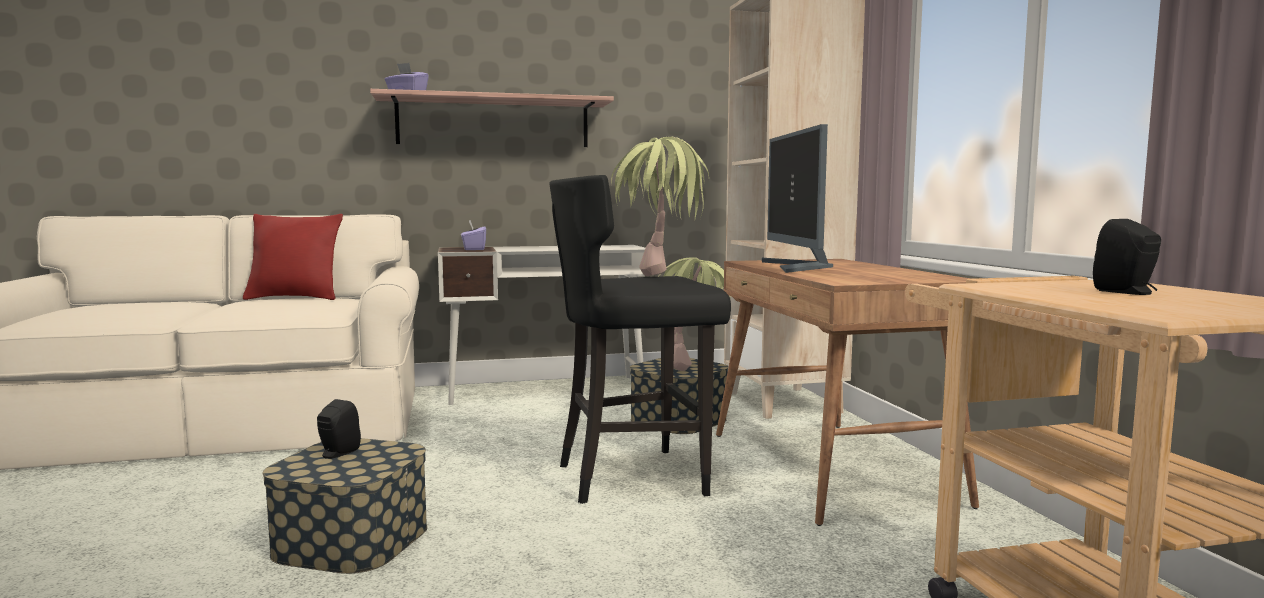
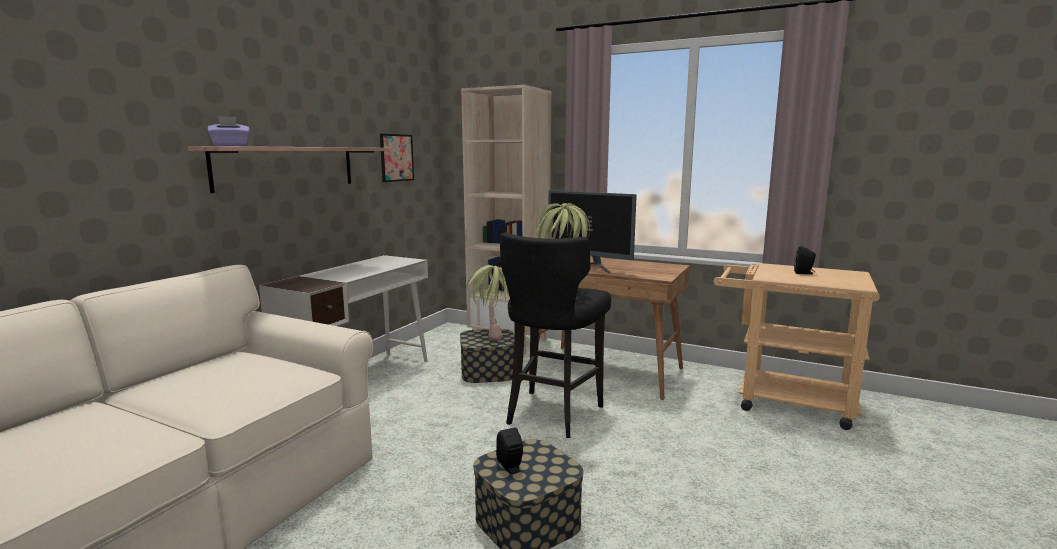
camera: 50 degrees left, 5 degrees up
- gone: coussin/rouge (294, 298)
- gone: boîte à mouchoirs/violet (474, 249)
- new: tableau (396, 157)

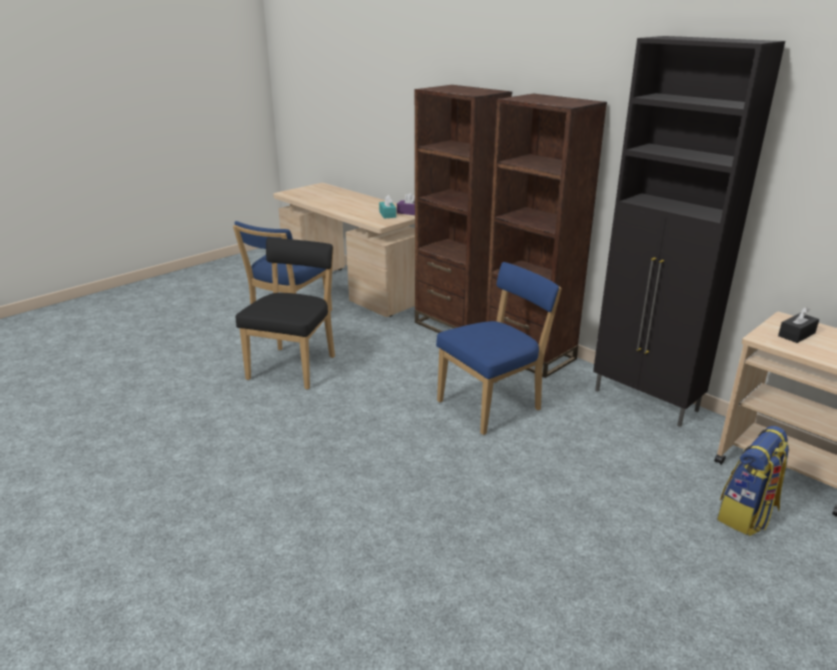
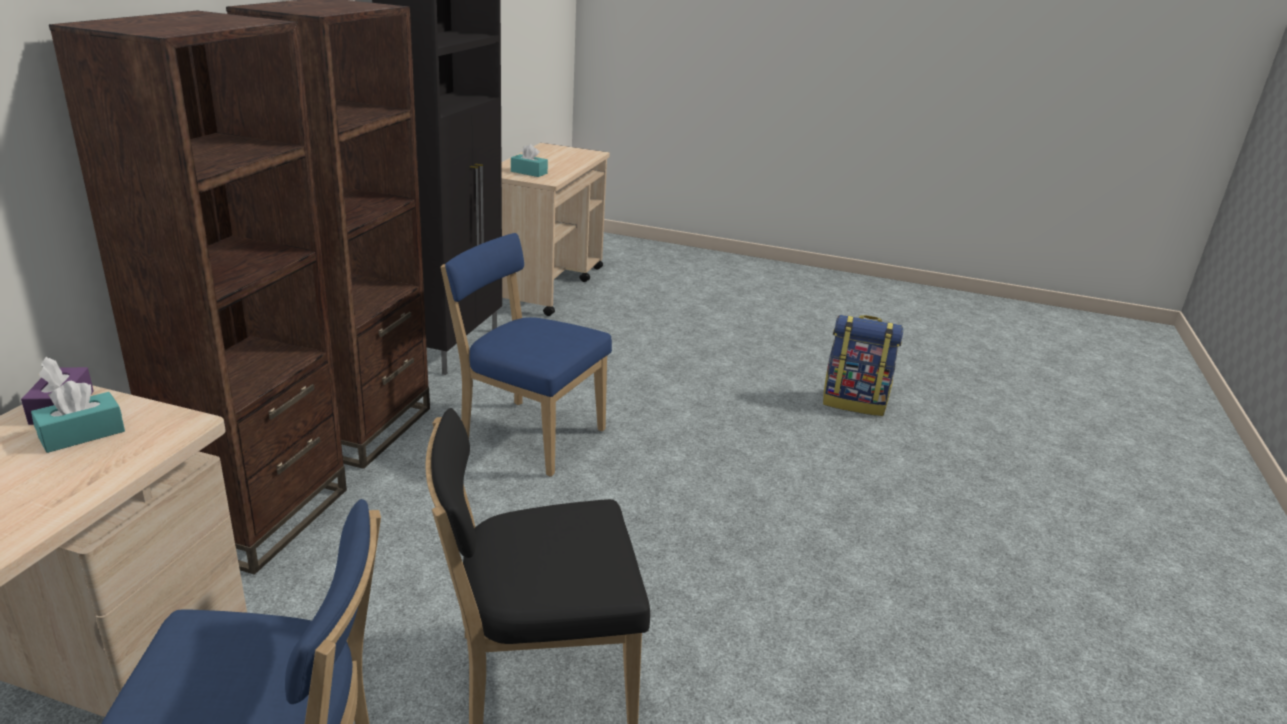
camera: 120 degrees left, 0 degrees up
- shifted: sac à dos (747, 515) to (854, 402)
- repainted: boîte à mouchoirs/noir (796, 334) to boîte à mouchoirs/turquoise (529, 172)

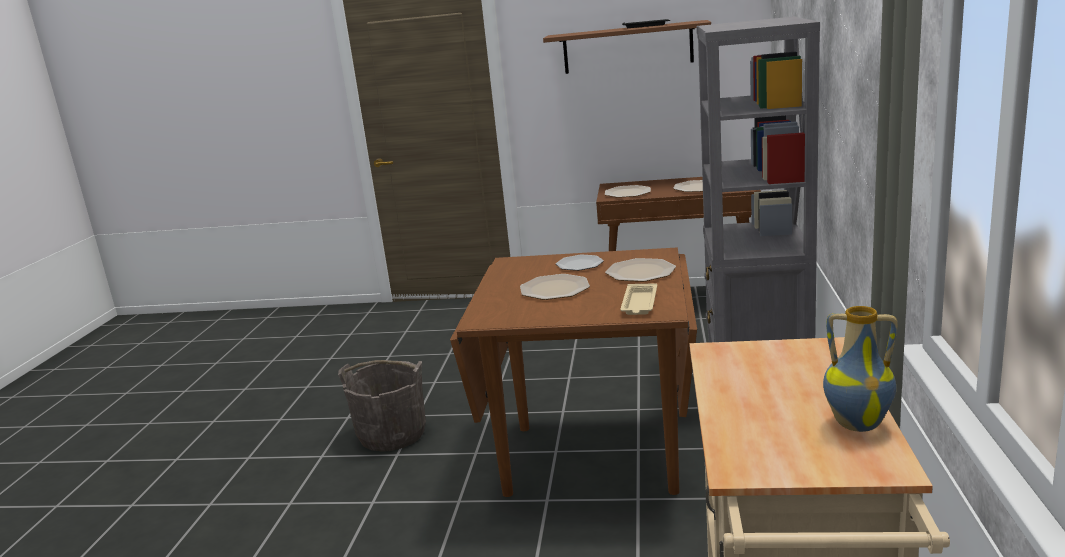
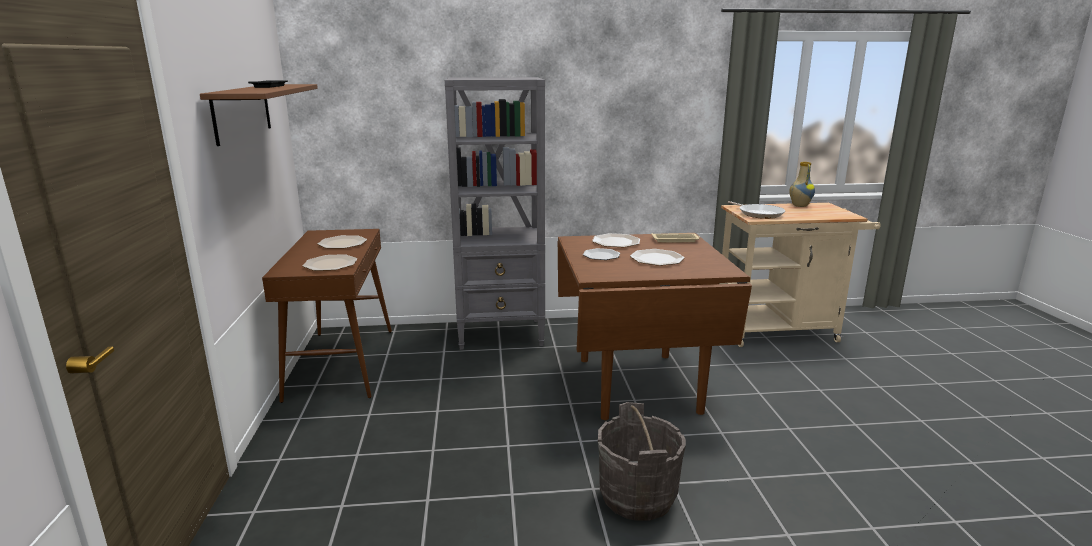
camera: 105 degrees left, 0 degrees up
- new: poêle (759, 214)

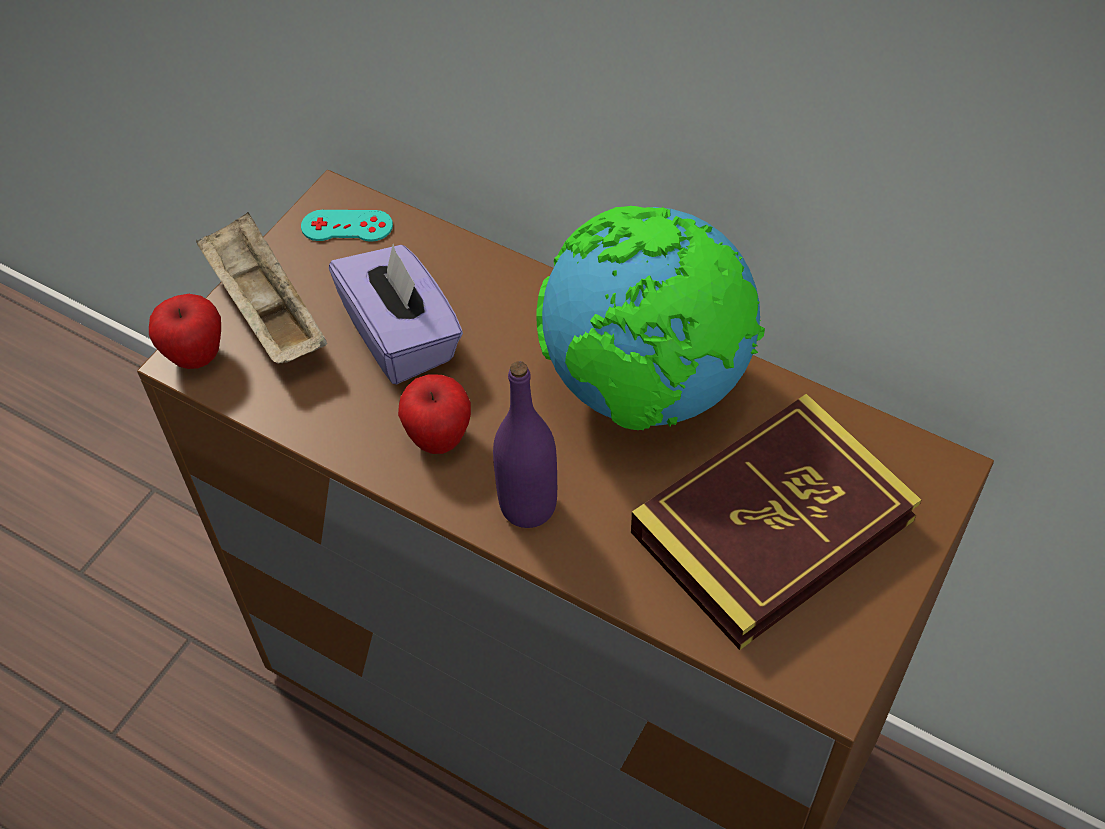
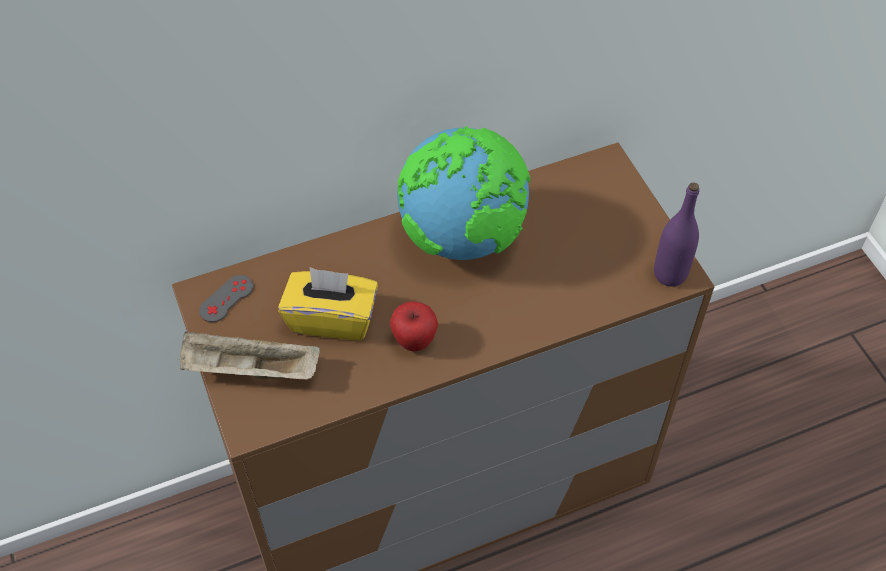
camera: 55 degrees left, 0 degrees up
- gone: pomme (196, 356)
- gone: livre (772, 526)
- shifted: bouteille/violet (528, 506) to (670, 274)
- repainted: manette/turquoise (347, 226) to manette/gris (226, 299)
- repainted: boîte à mouchoirs/violet (402, 337) to boîte à mouchoirs/jaune (332, 318)

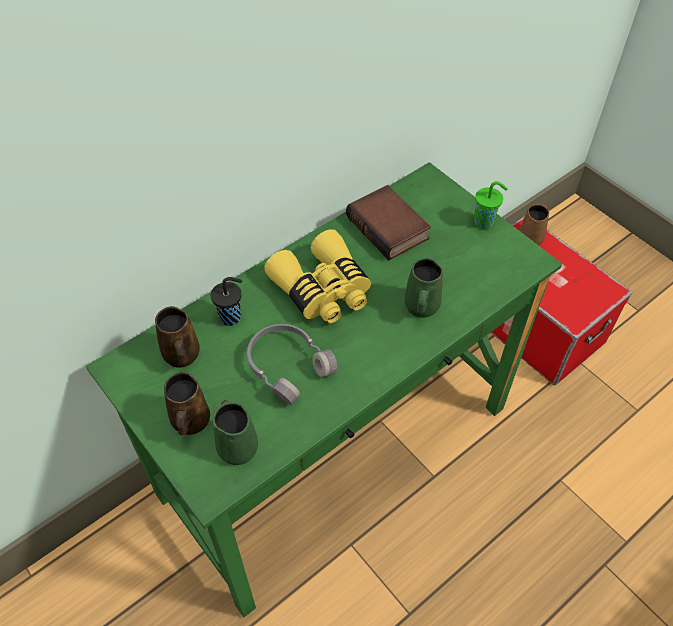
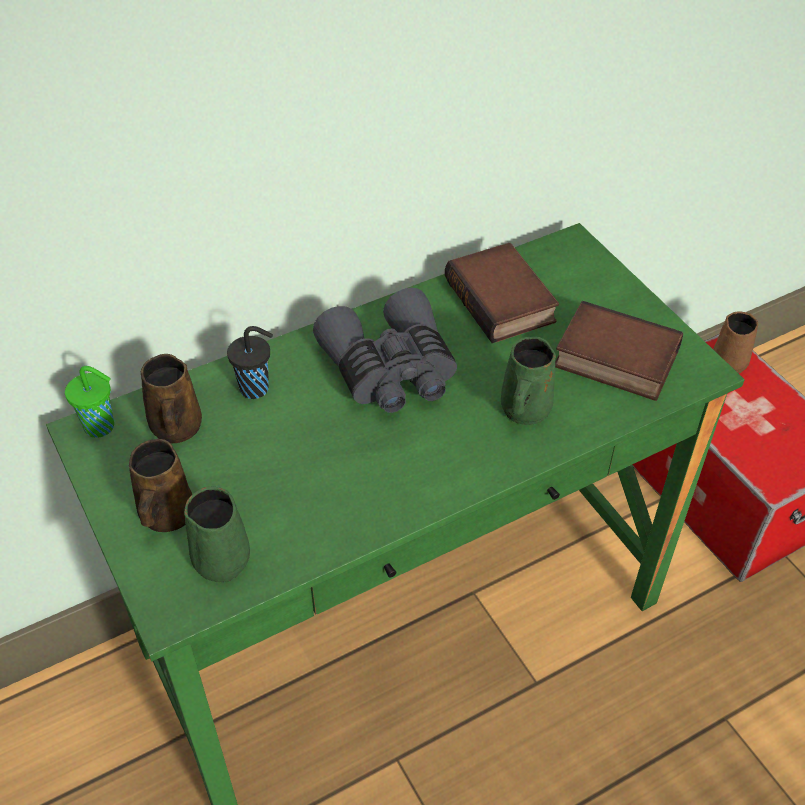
camera: 10 degrees right, 5 degrees down
- gone: casque audio/gris (288, 365)
- new: livre (613, 360)
- shifted: tasse/vert (485, 222) to (101, 427)
- repainted: jumelles/jaune (323, 290) to jumelles/gris (391, 370)

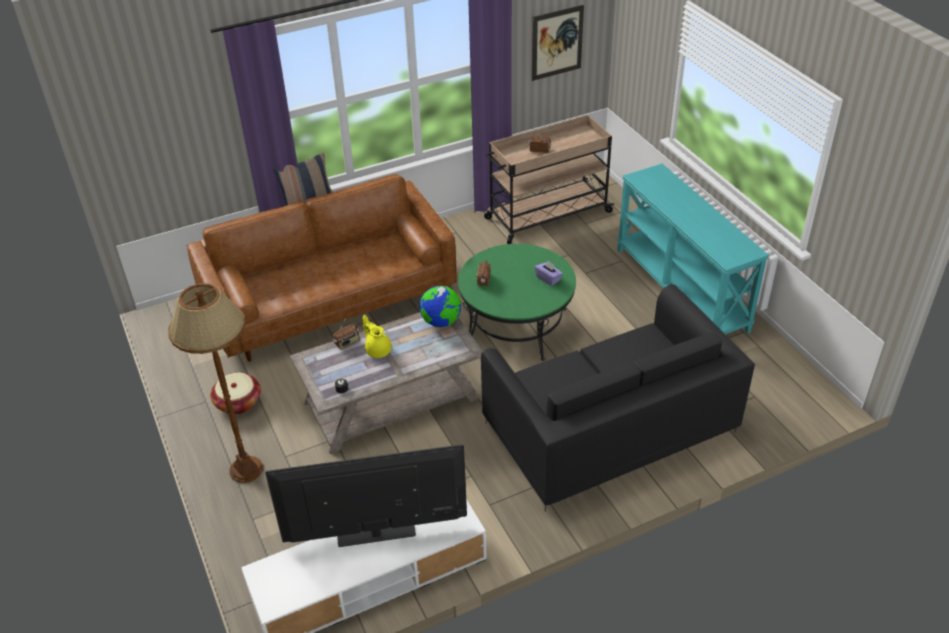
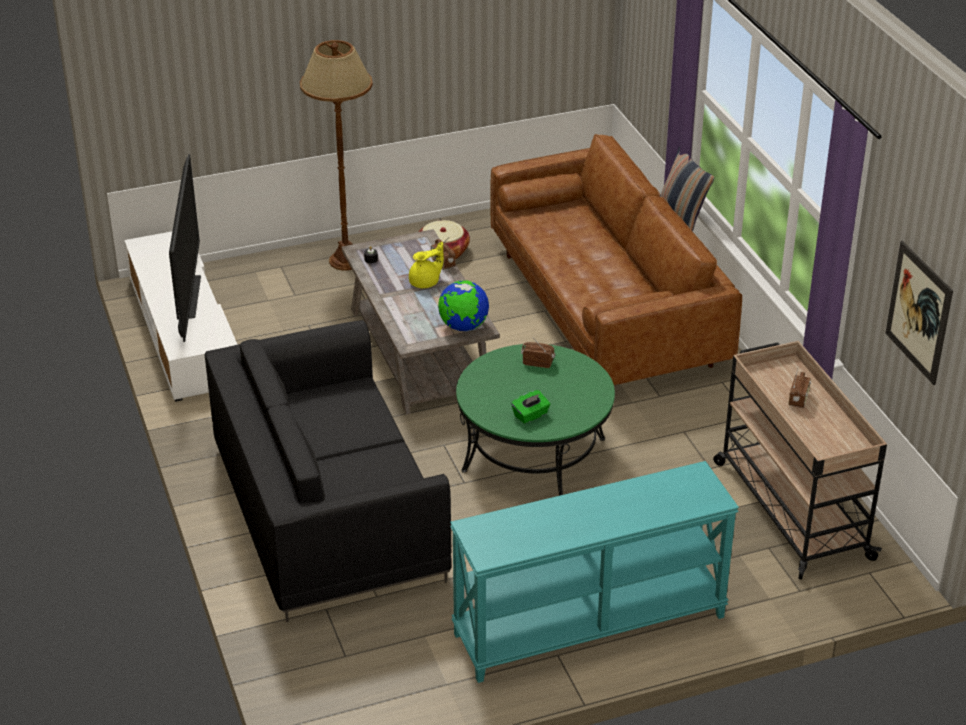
camera: 95 degrees right, 5 degrees down
- repainted: boîte à mouchoirs/violet (548, 279) to boîte à mouchoirs/vert (530, 415)

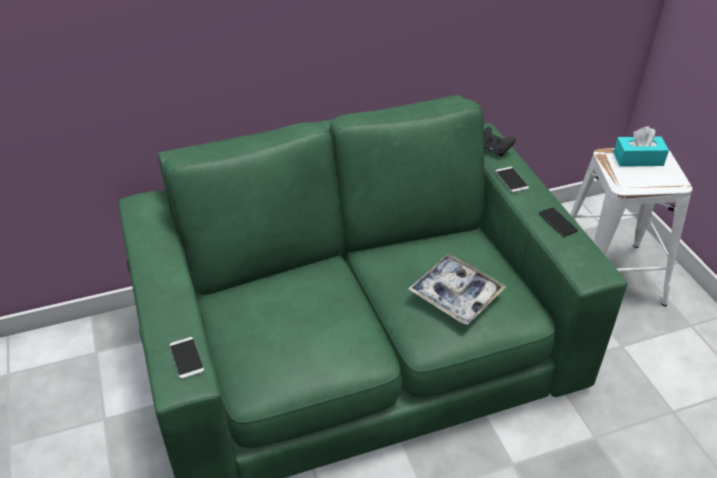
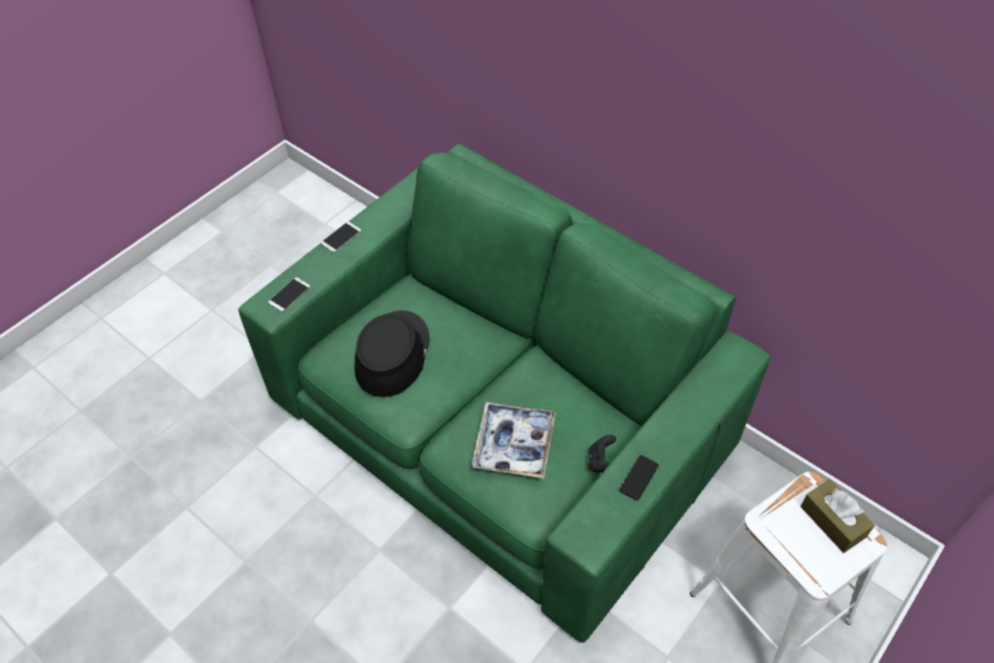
camera: 60 degrees right, 10 degrees up
- new: chapeau/noir (392, 354)
- shifted: manette/noir (494, 150) to (600, 461)
- shifted: téléphone (511, 180) to (341, 237)
- repainted: boîte à mouchoirs/turquoise (638, 159) to boîte à mouchoirs/marron (832, 521)

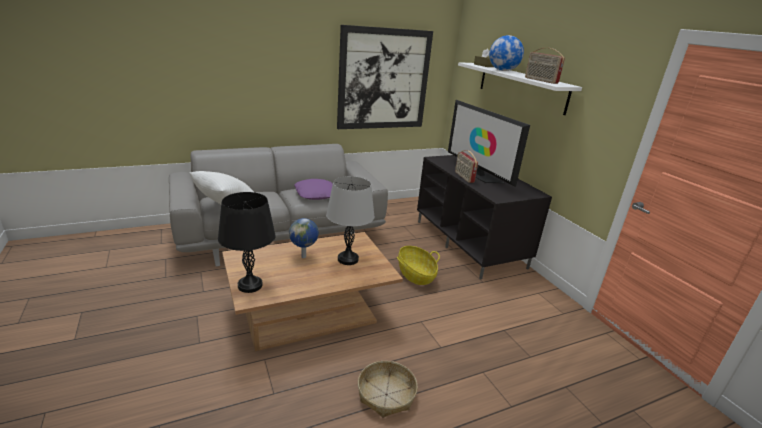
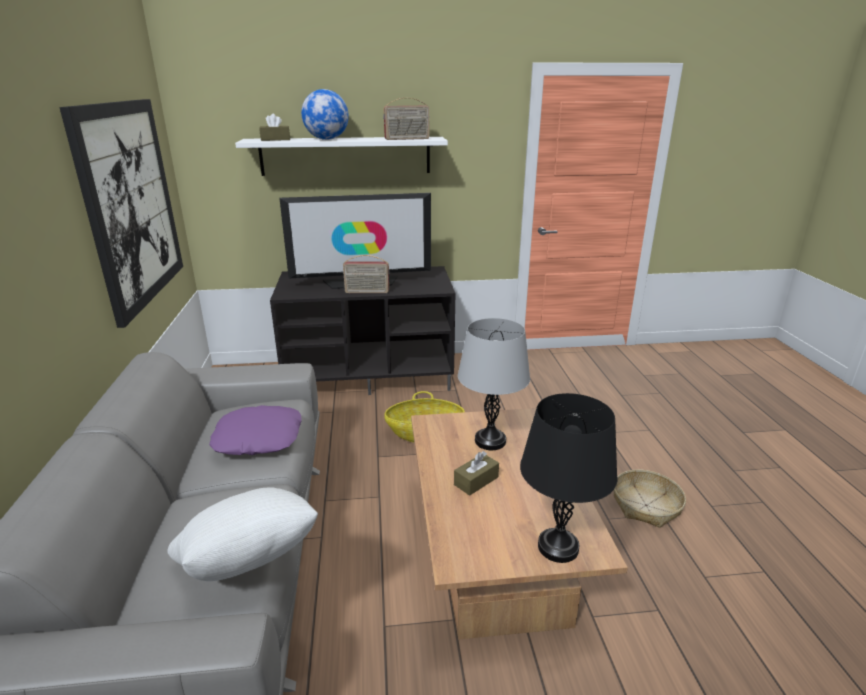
camera: 70 degrees left, 0 degrees up
- swapped: globe (304, 257) to boîte à mouchoirs/marron (476, 481)

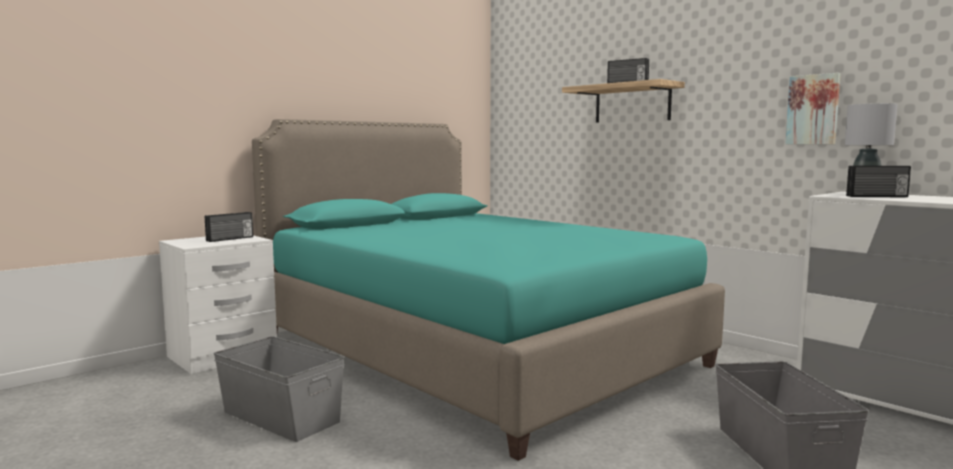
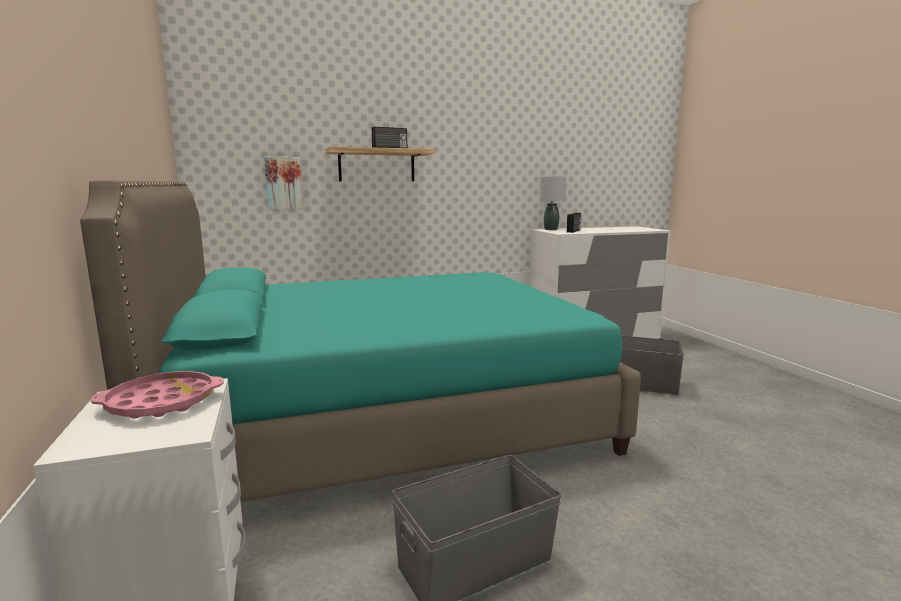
camera: 65 degrees left, 5 degrees up
- shifted: tableau (813, 109) to (283, 183)
- swapped: radio (230, 239) to plateau/rose (162, 402)

